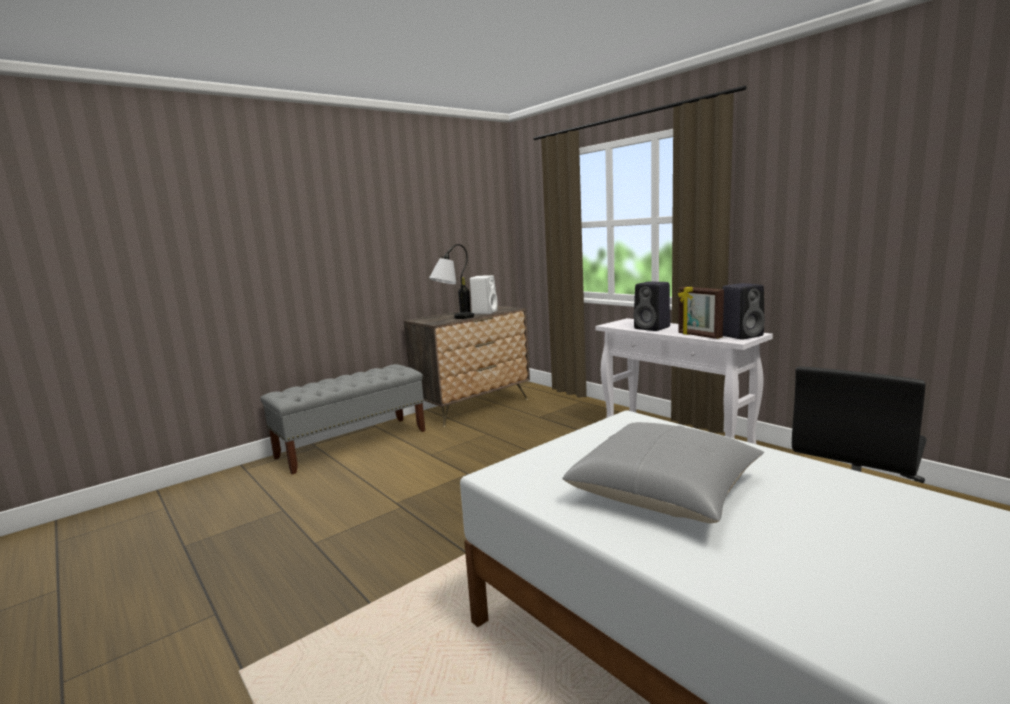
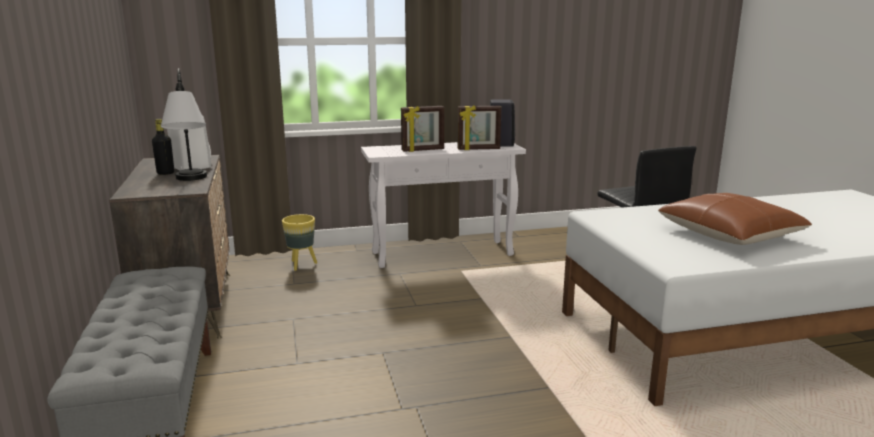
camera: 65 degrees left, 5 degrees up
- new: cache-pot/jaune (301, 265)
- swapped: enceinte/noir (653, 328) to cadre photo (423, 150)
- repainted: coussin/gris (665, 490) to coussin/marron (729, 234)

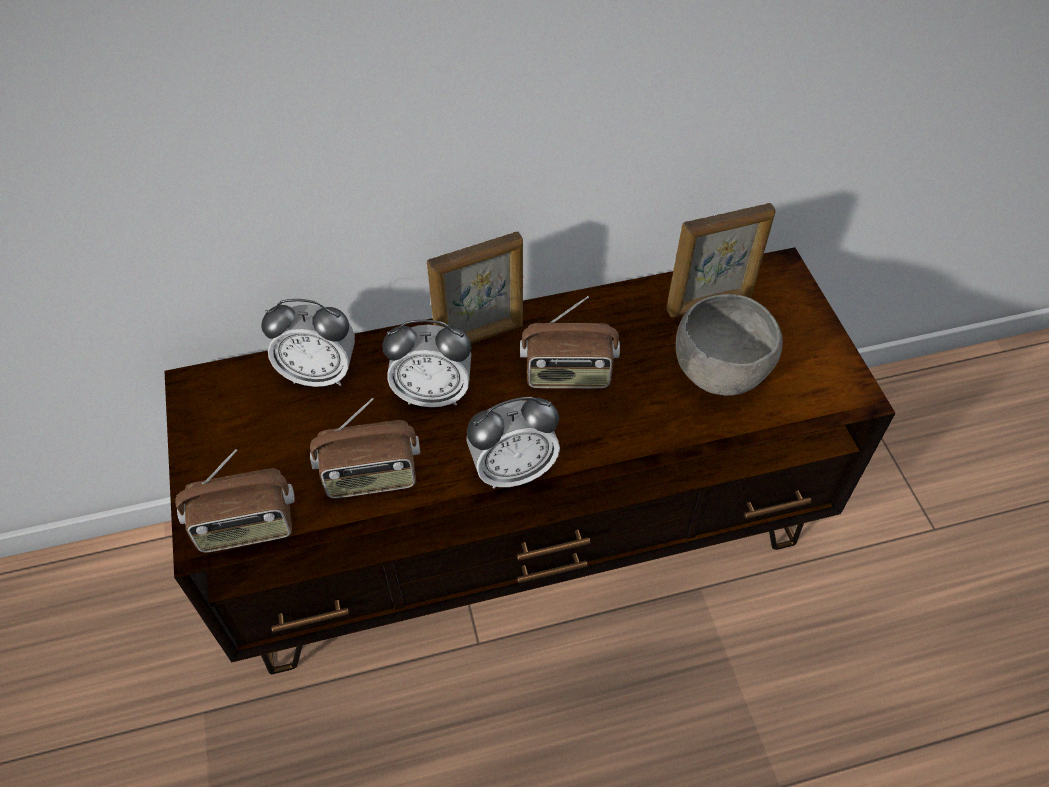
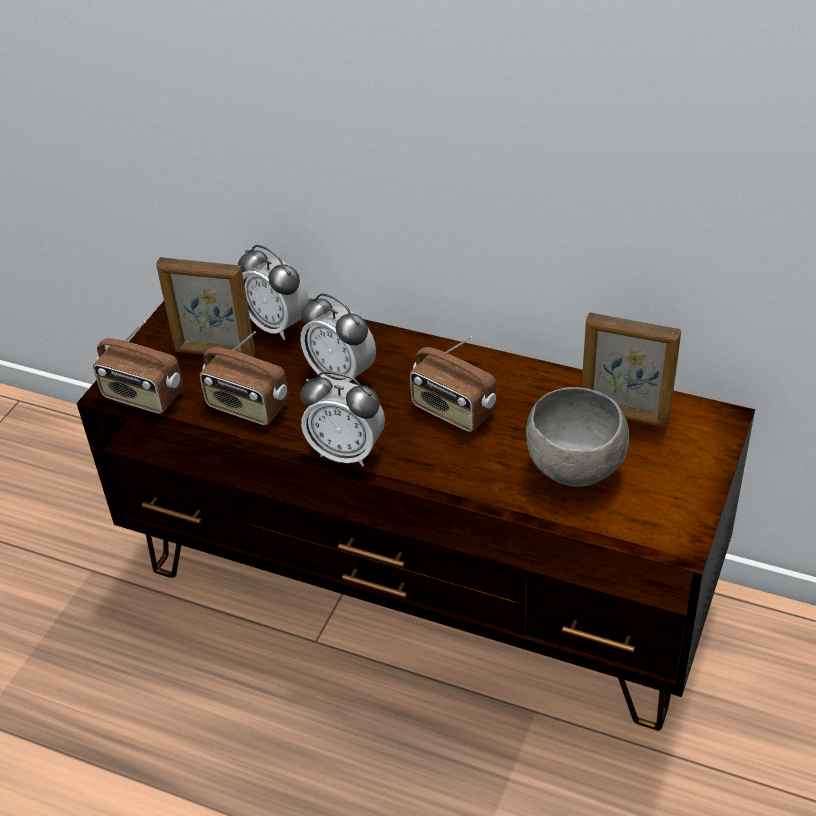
camera: 40 degrees right, 10 degrees down
- shifted: cadre photo (480, 336) to (215, 353)

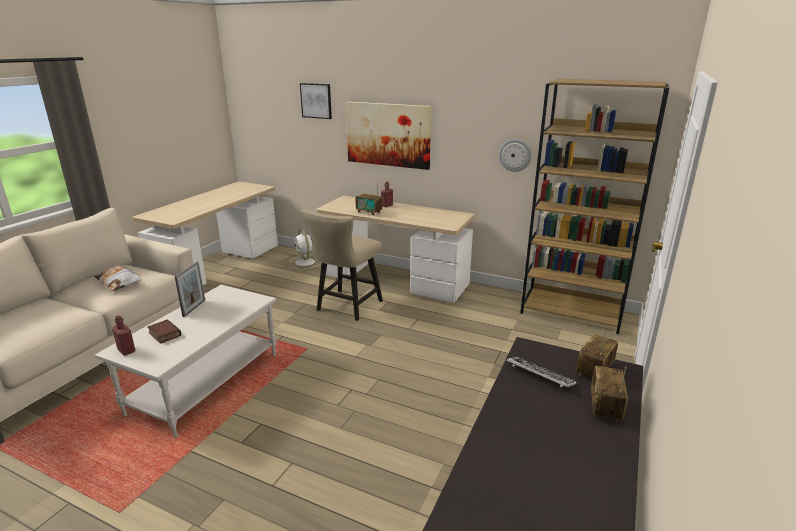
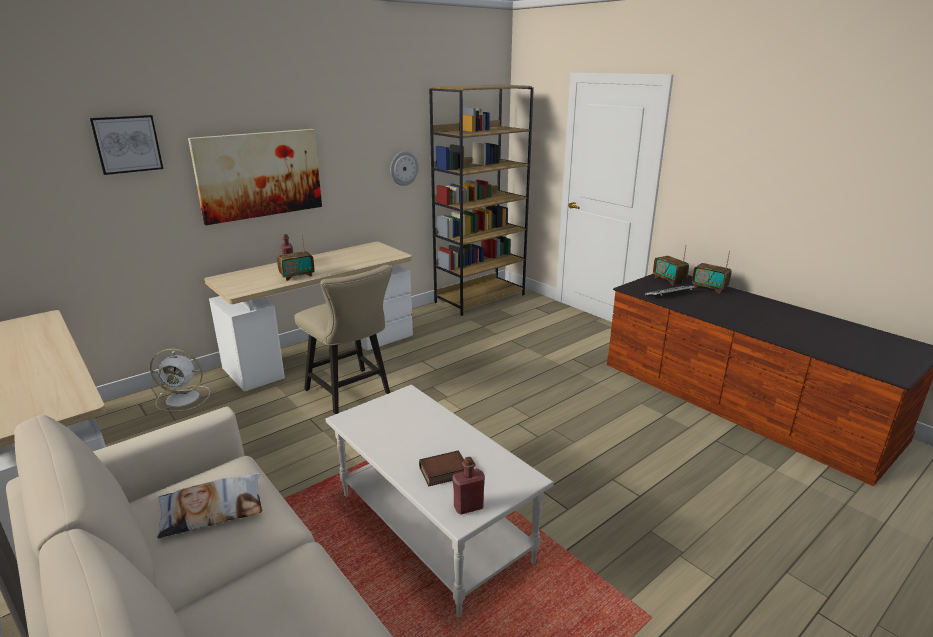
camera: 65 degrees left, 0 degrees up
- gone: cadre photo (194, 308)

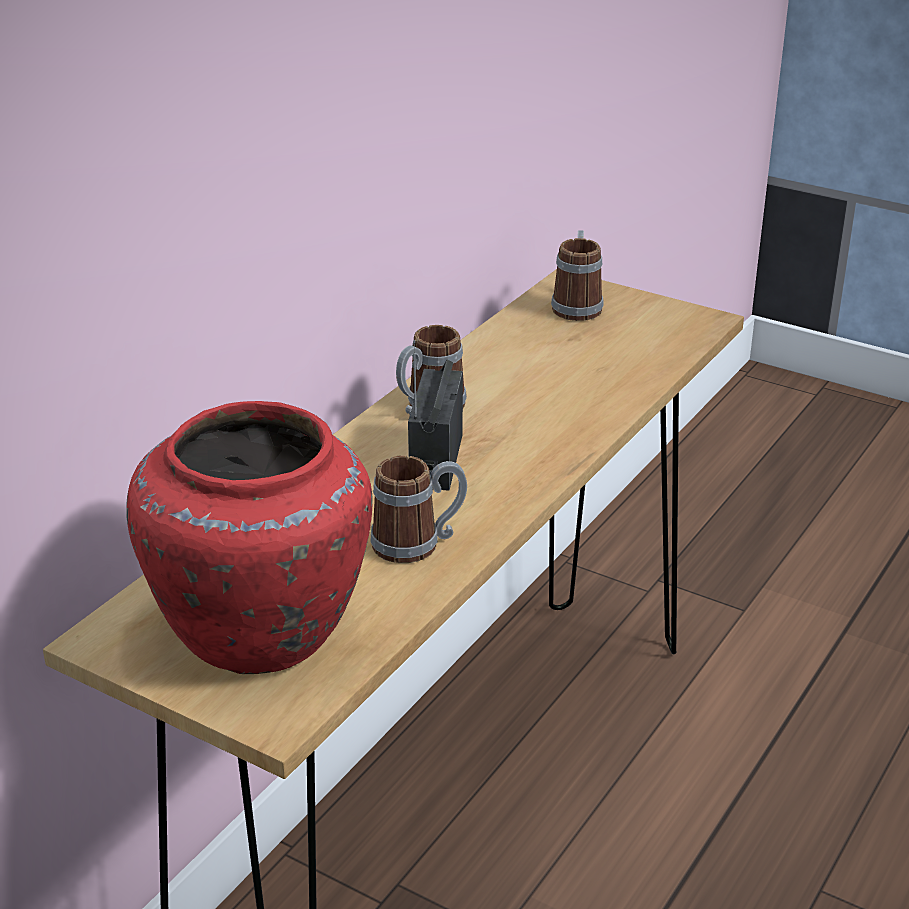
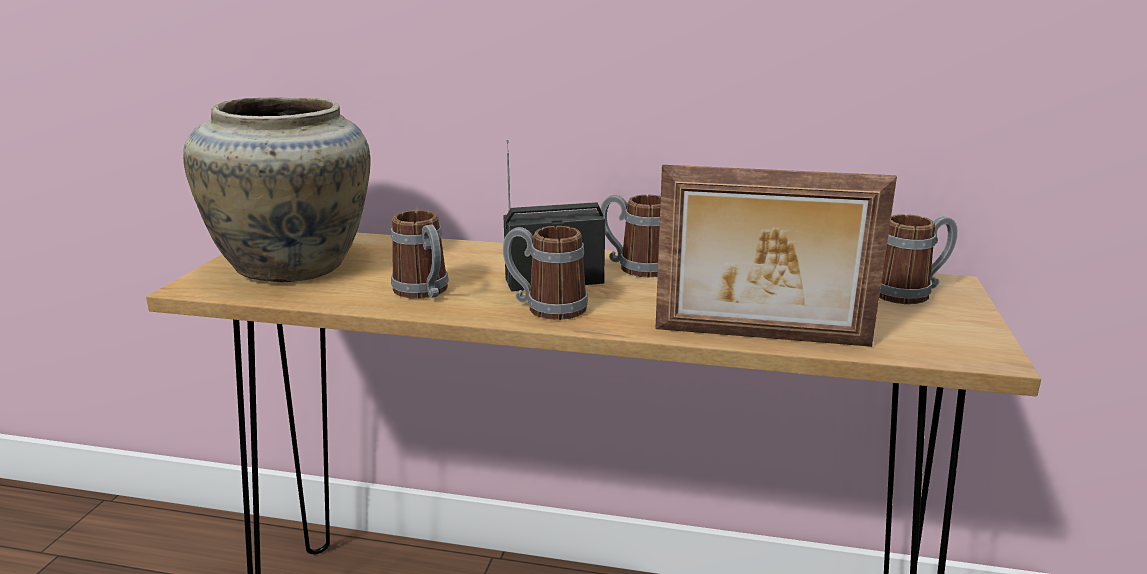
camera: 70 degrees right, 10 degrees down
- new: mug (545, 307)
- new: cadre photo (761, 338)
- repainted: vase/rouge (264, 631) to vase/beige (294, 268)

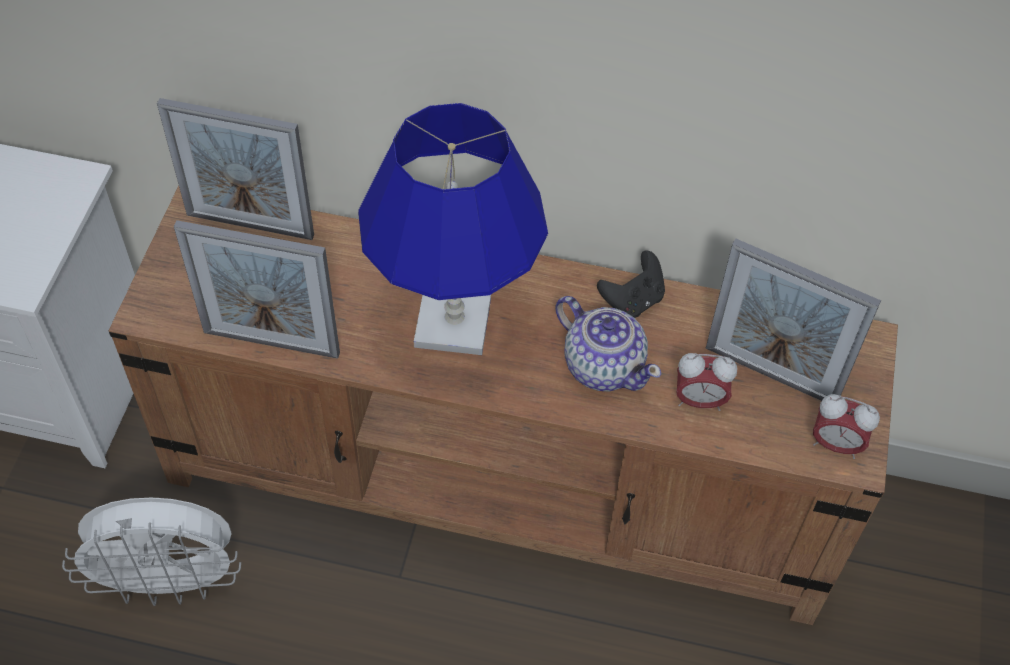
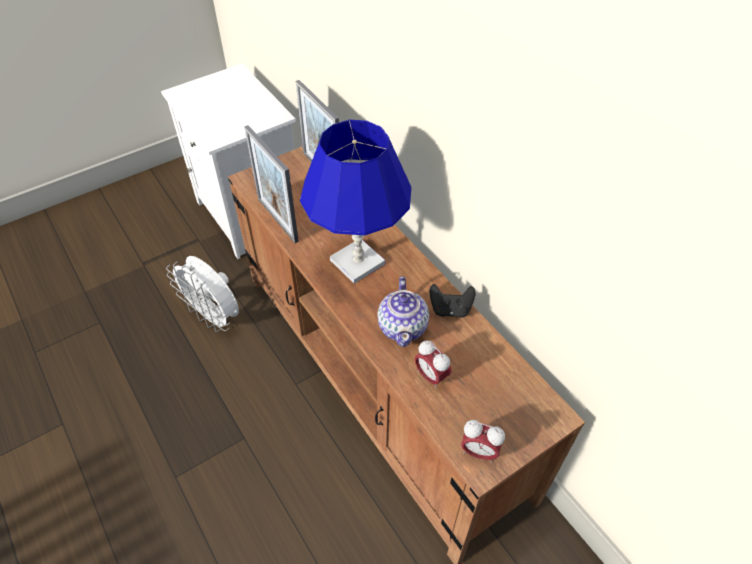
camera: 45 degrees right, 5 degrees down
- gone: cadre photo (770, 374)
- rotated: réveil (835, 444) = (478, 452) 45 degrees counterclockwise

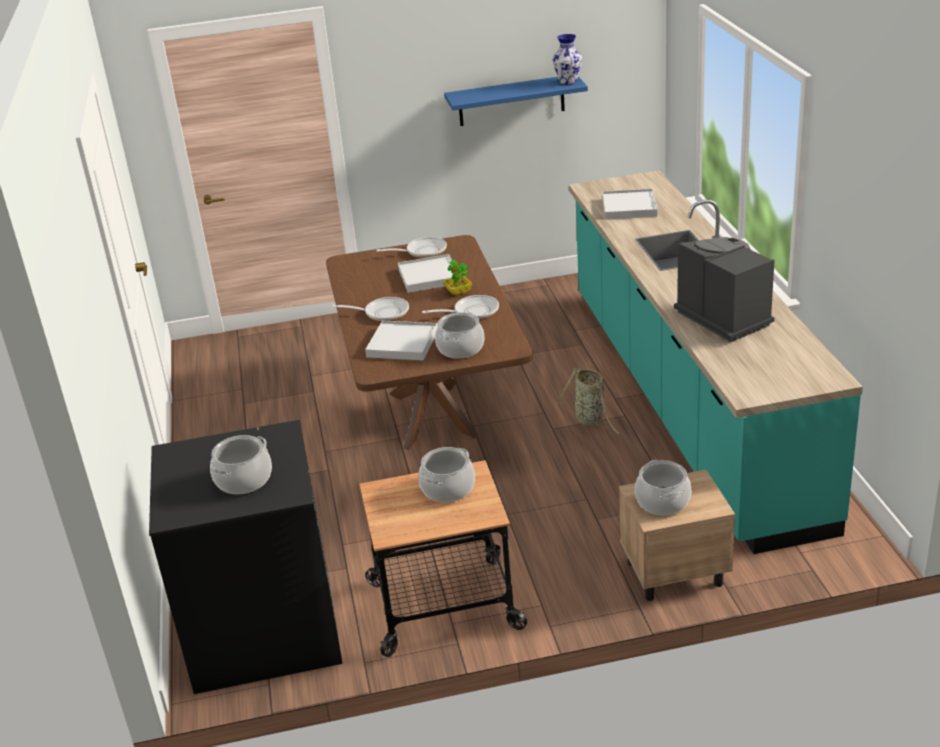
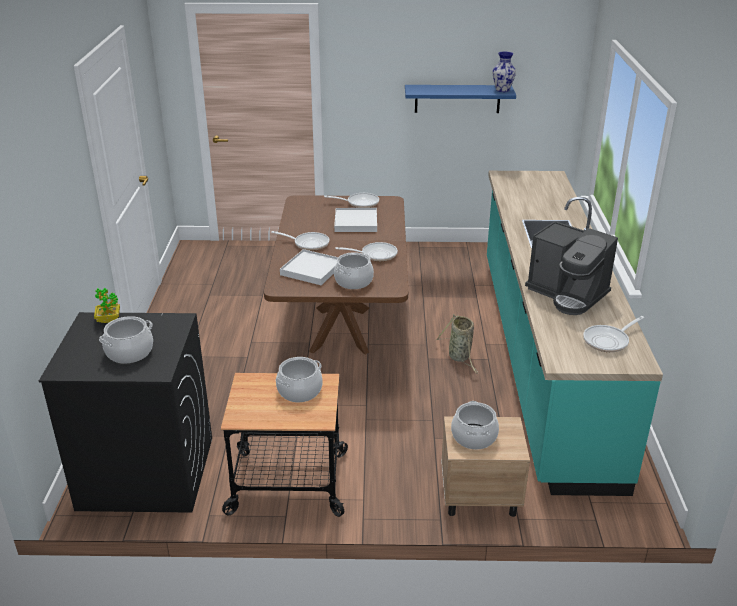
camera: 10 degrees right, 0 degrees up
- gone: plateau/blanc (629, 207)
- new: poêle (608, 341)
- shifted: plante en pot (458, 292) to (108, 319)
- rotated: machine à café (724, 317) = (567, 294) 150 degrees clockwise

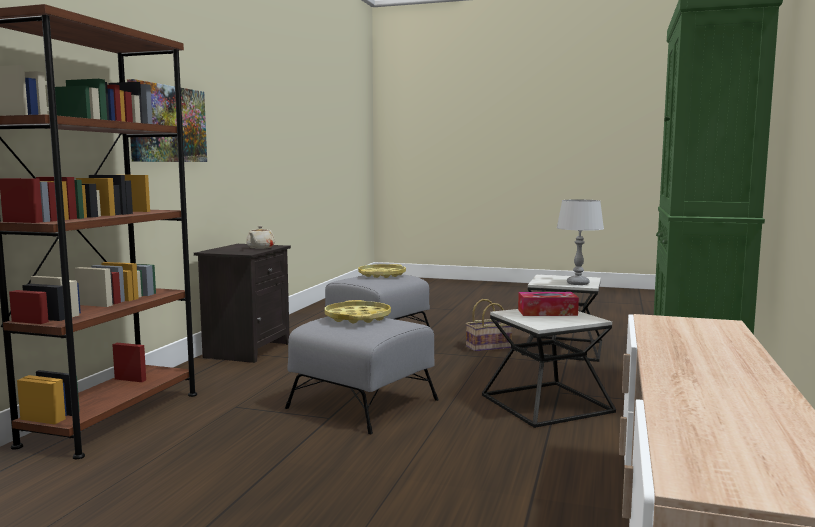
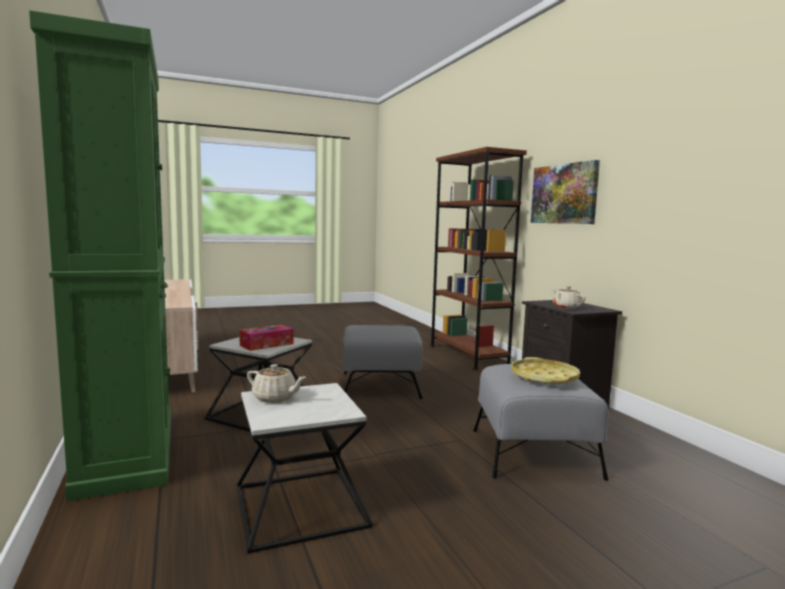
camera: 140 degrees right, 0 degrees up
- gone: plateau/jaune (357, 317)
- gone: panier (489, 347)
- swapped: lampe de table/gris (578, 283) to théière/beige (275, 398)

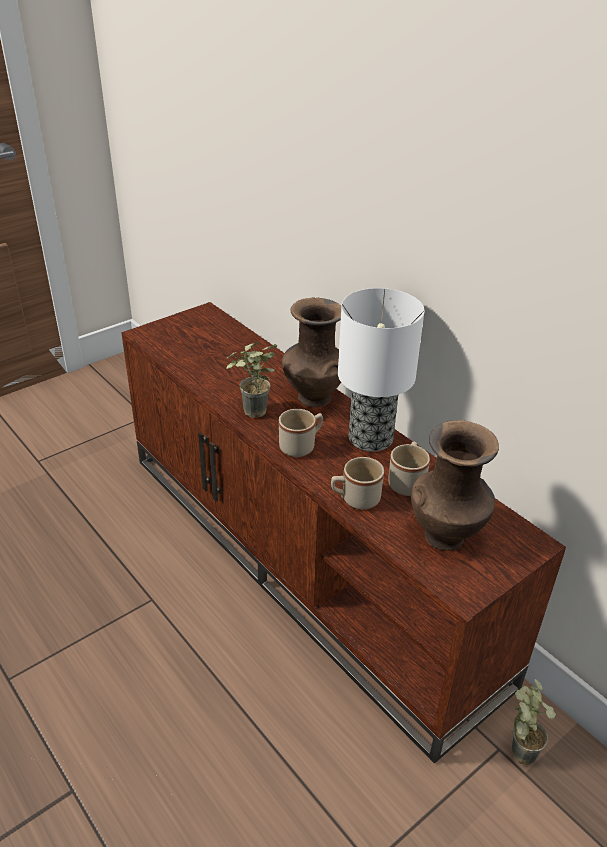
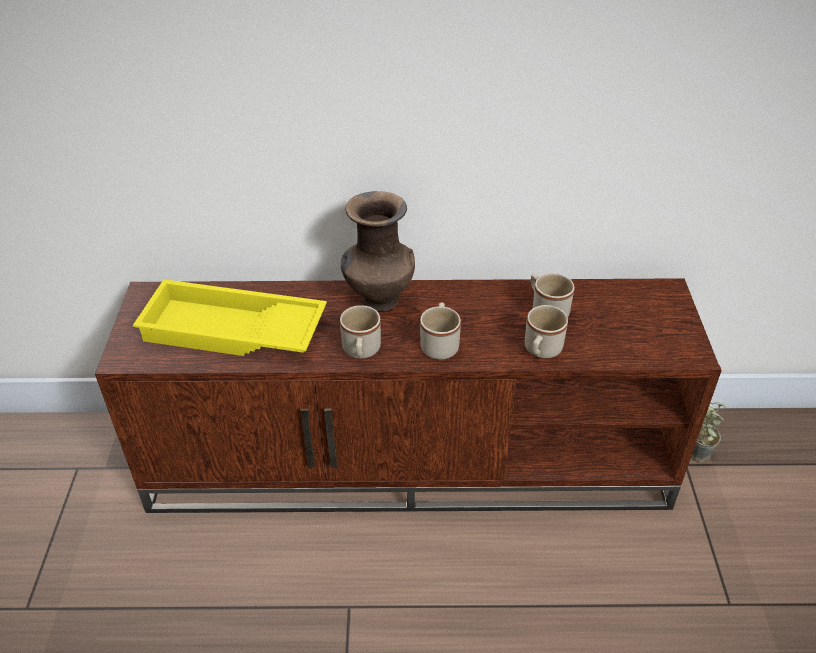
camera: 50 degrees left, 5 degrees up
- gone: lampe de table (369, 437)
- gone: vase/marron (446, 535)
- new: plateau/jaune (231, 332)
- swapped: plante en pot (251, 415) to mug/beige (361, 352)

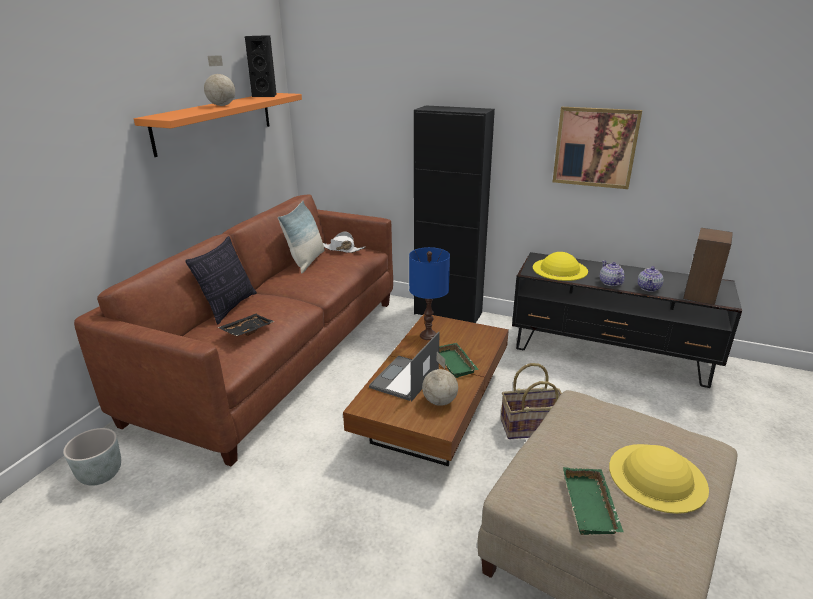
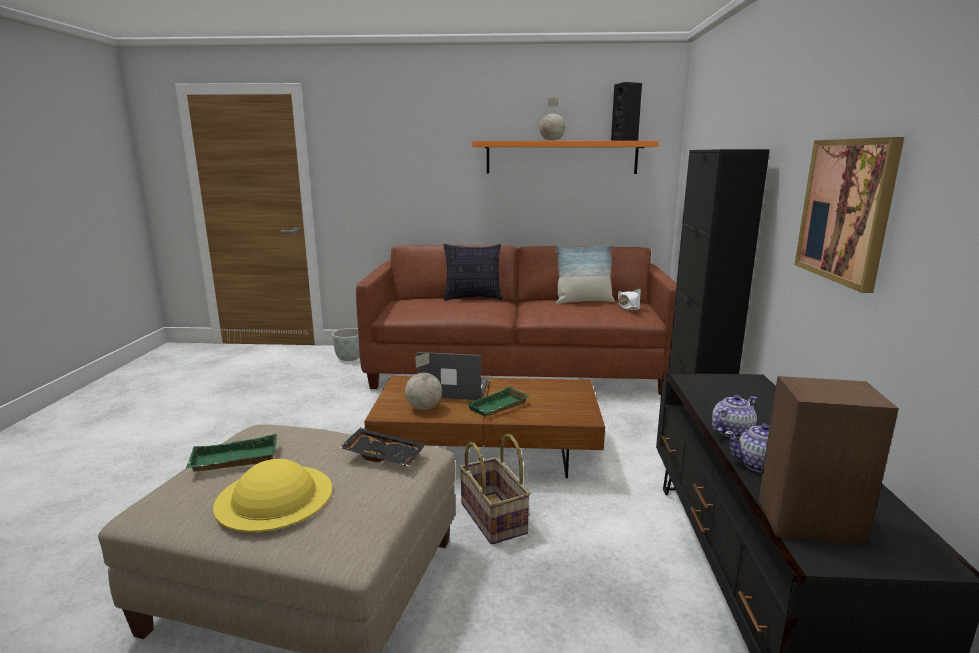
camera: 70 degrees right, 10 degrees down
- gone: lampe de table/bleu (428, 335)
- gone: chapeau/jaune (559, 269)
- shifted: plateau/noir (247, 330) to (384, 455)

